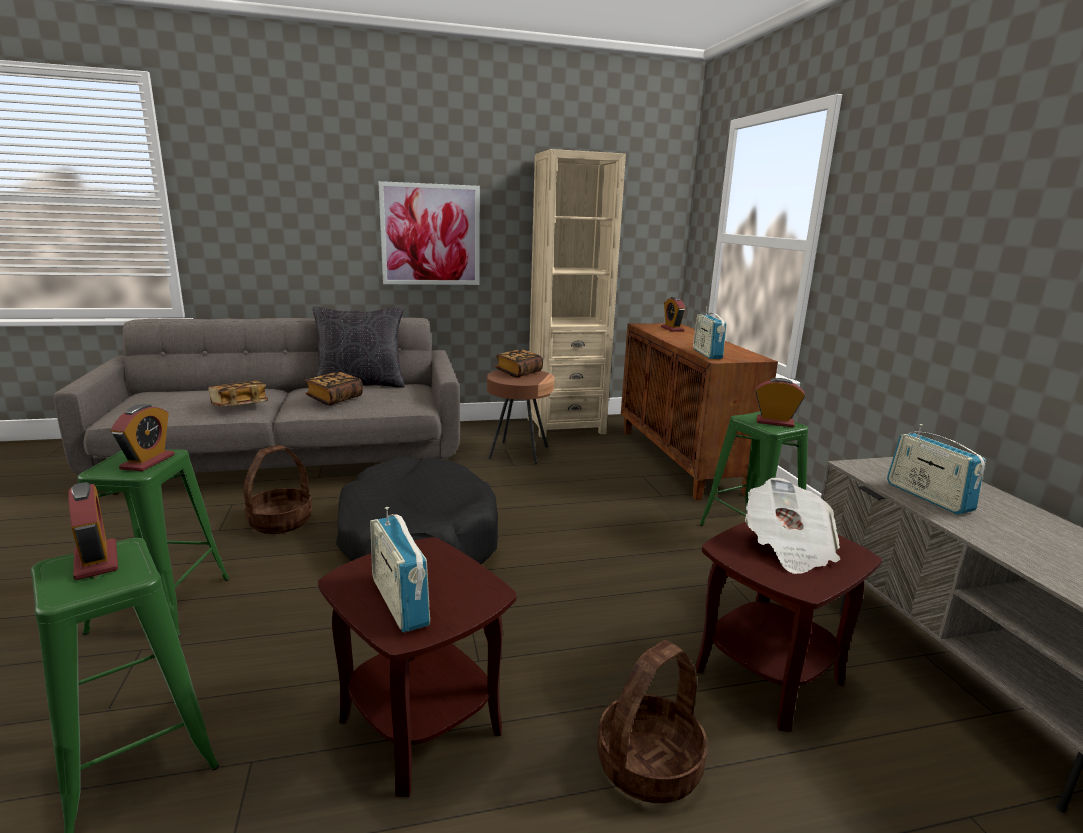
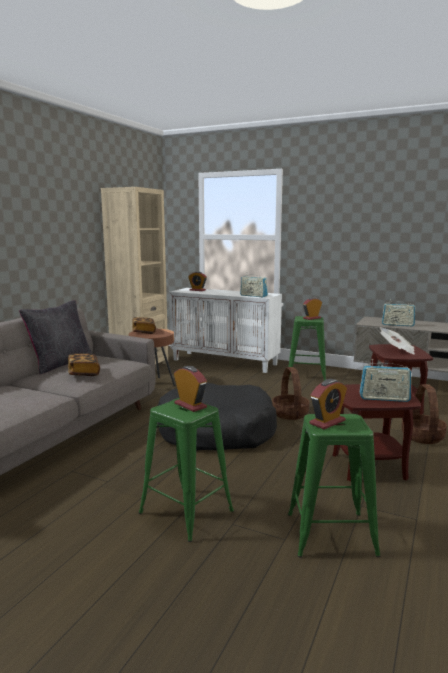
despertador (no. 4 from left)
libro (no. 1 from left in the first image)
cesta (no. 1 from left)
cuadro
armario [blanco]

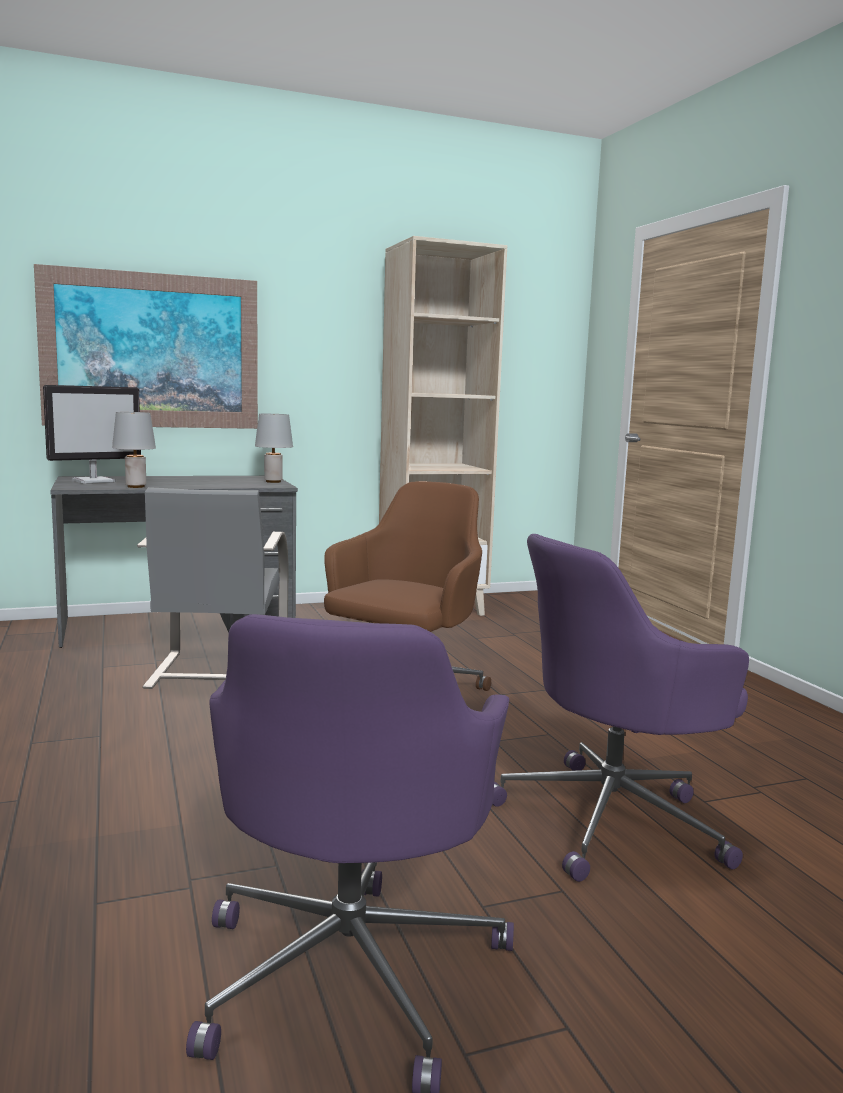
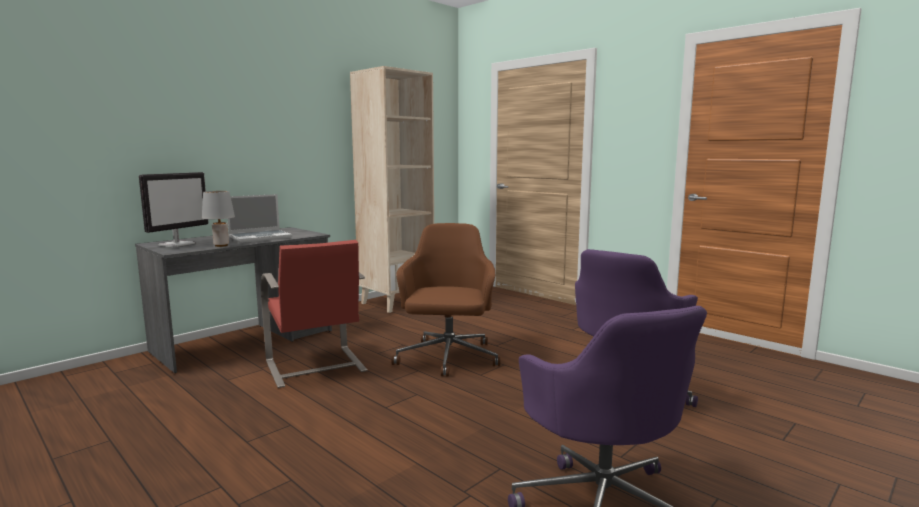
cuadro
silla [rojo]
lámpara de mesa [gris] (no. 2 from left in the first image)
portátil

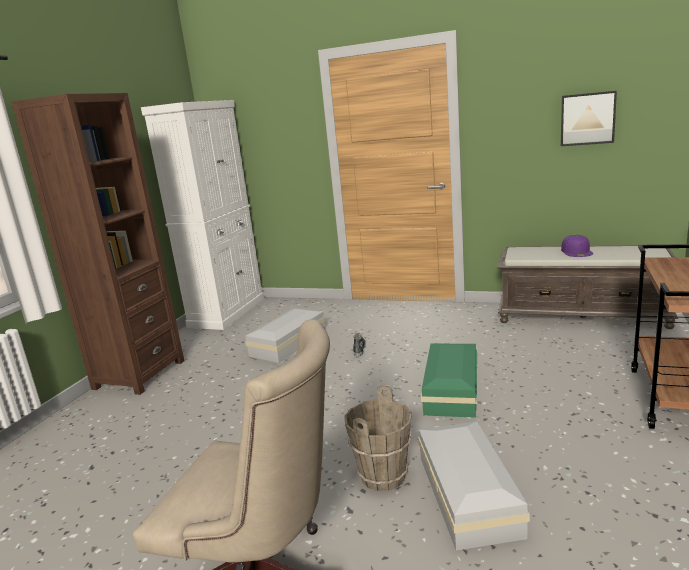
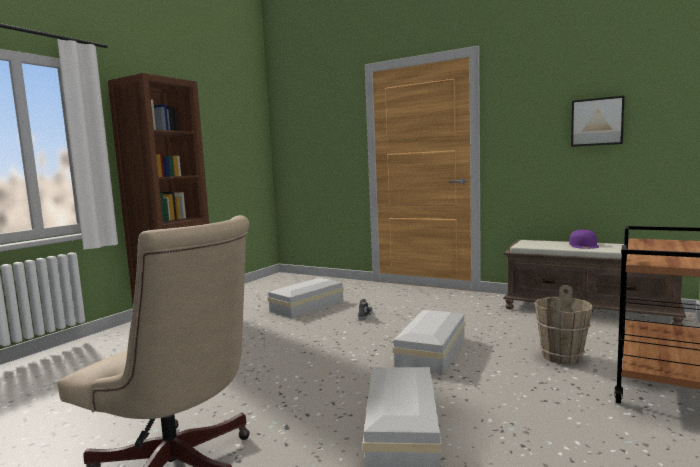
armario [blanco]
cubo [marrón]
caja de almacenaje [blanco] (no. 3 from left)

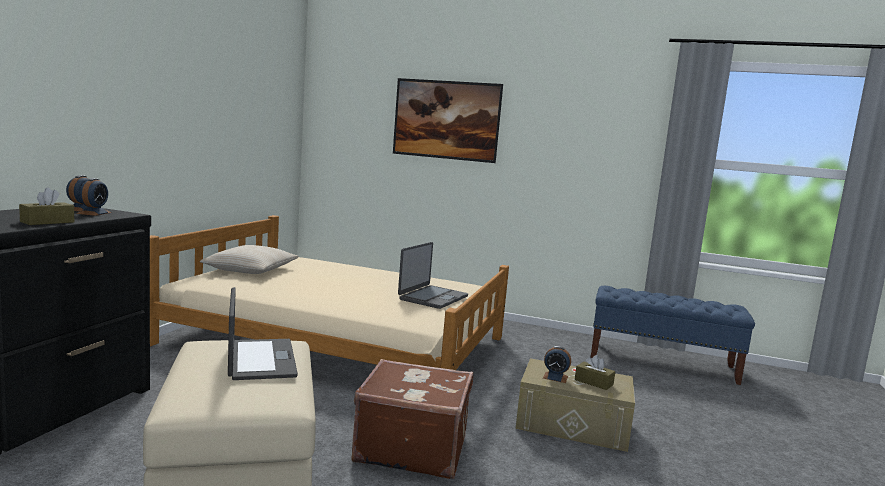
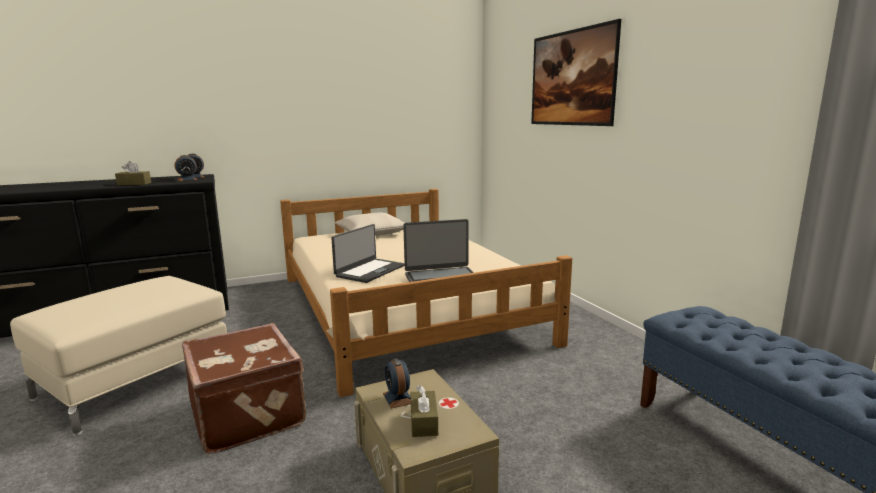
portátil (no. 1 from left)

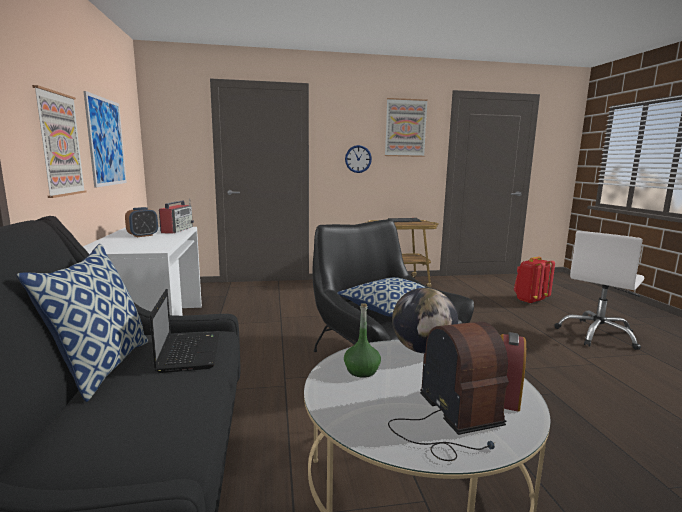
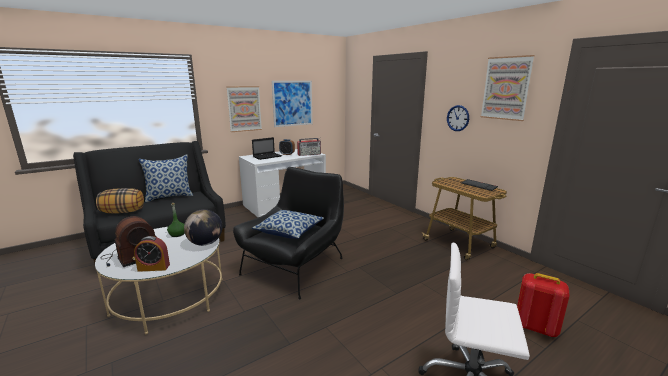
portátil
cojín (no. 1 from left)

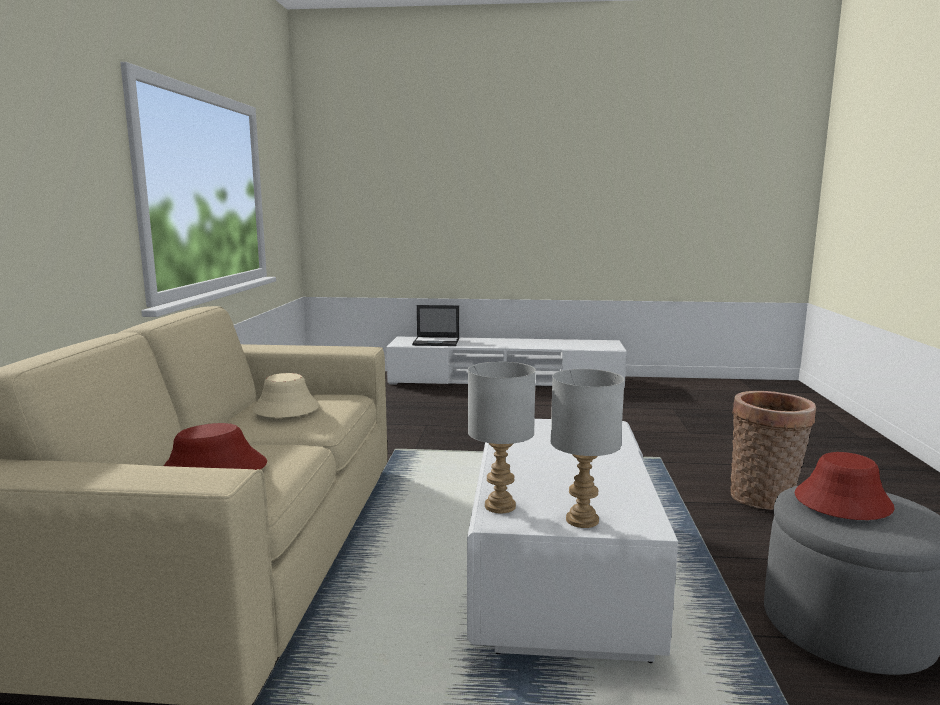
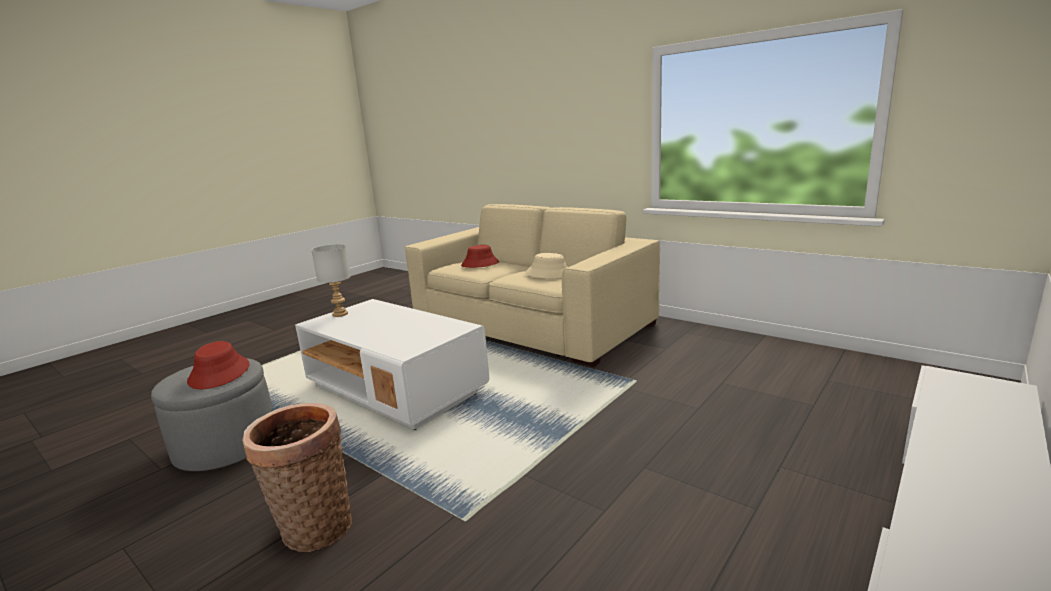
portátil
lámpara de mesa [gris] (no. 1 from left in the first image)

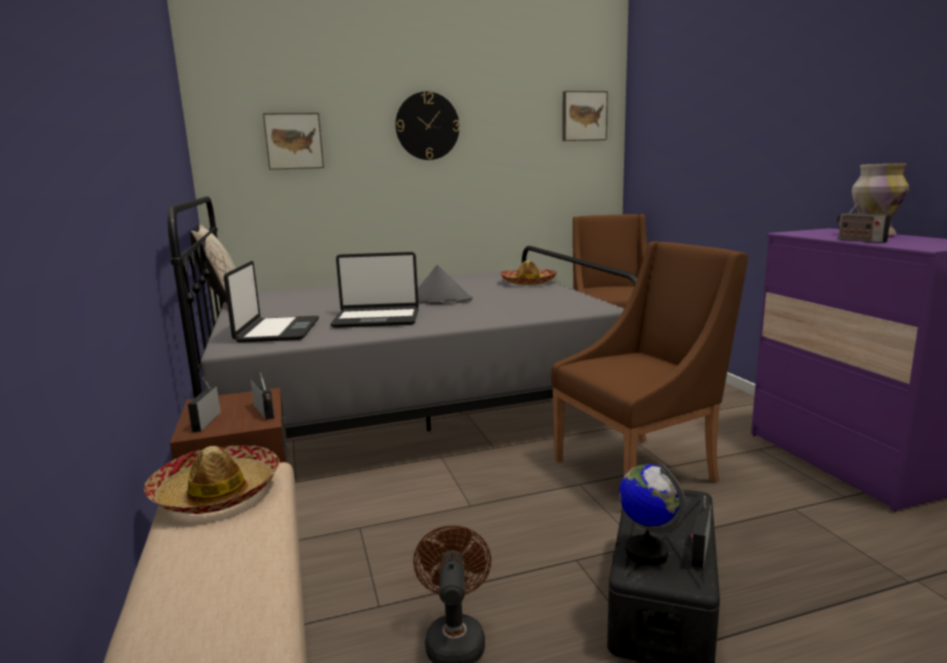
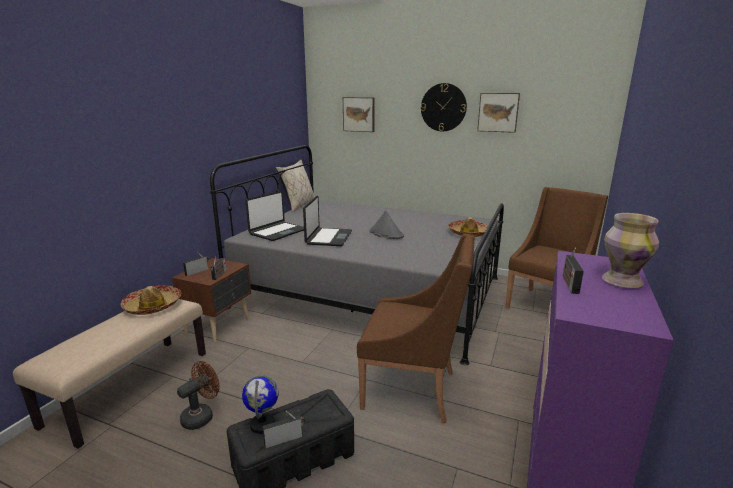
portátil (no. 2 from left)
cuadro (no. 2 from left)

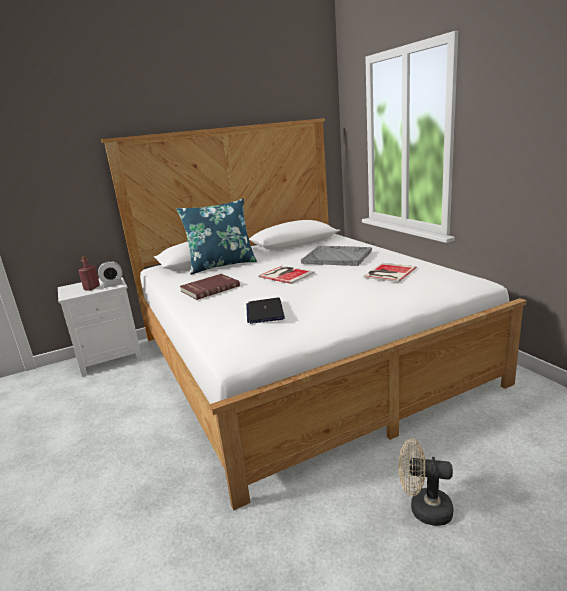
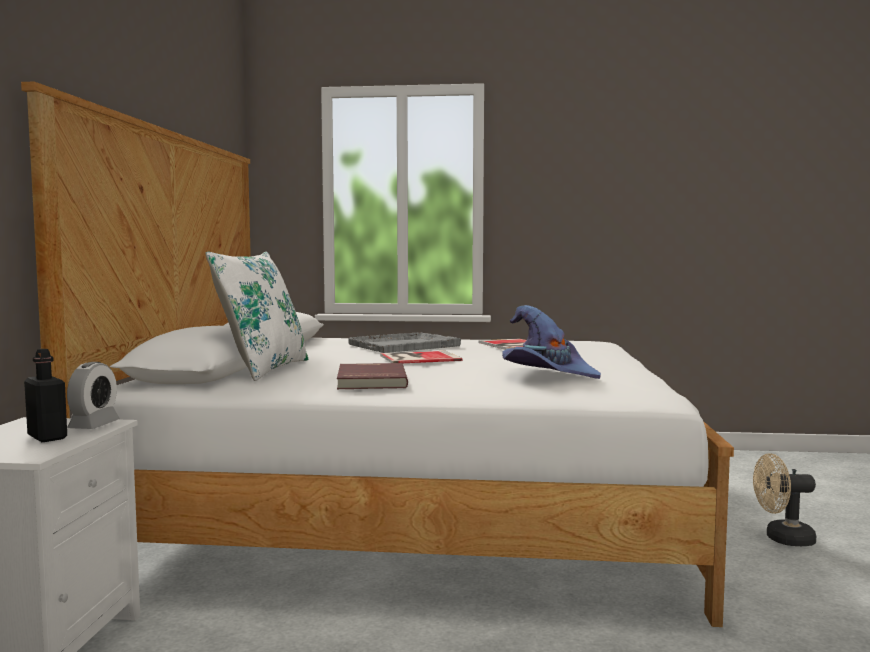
botella [negro]
cojín [blanco]
sombrero [morado]
ventilador [beis]

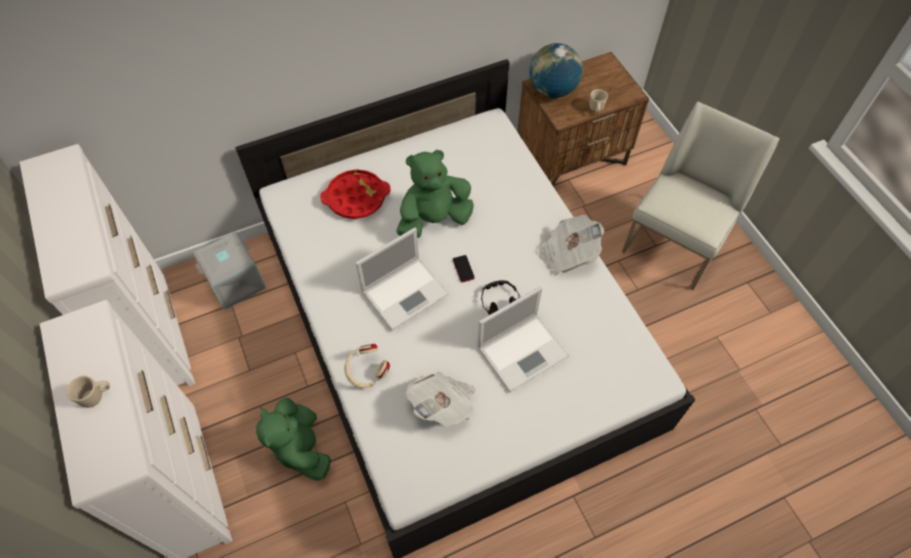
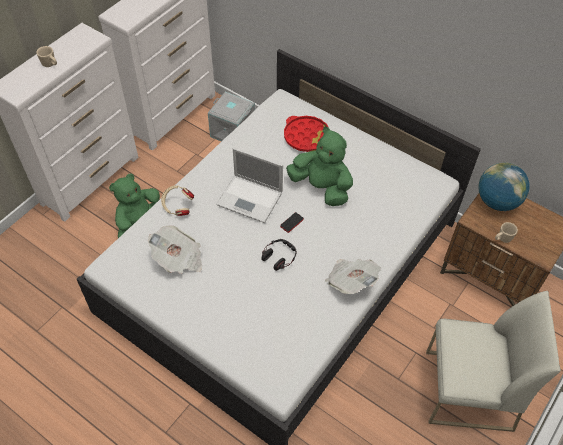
portátil (no. 2 from left in the first image)

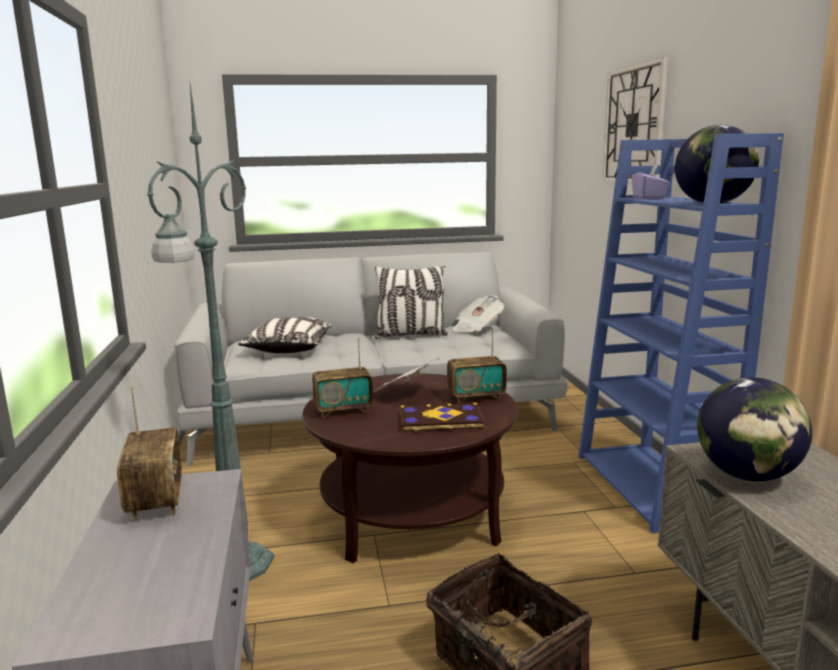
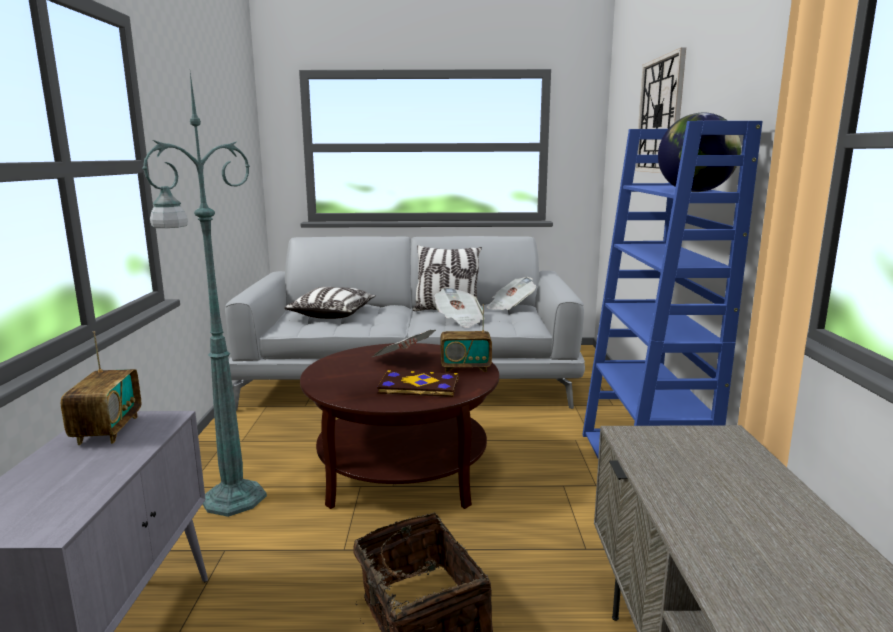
radio (no. 2 from left in the first image)
caja de pañuelos [morado]
globo terráqueo (no. 2 from left in the first image)
periódico (no. 2 from left)

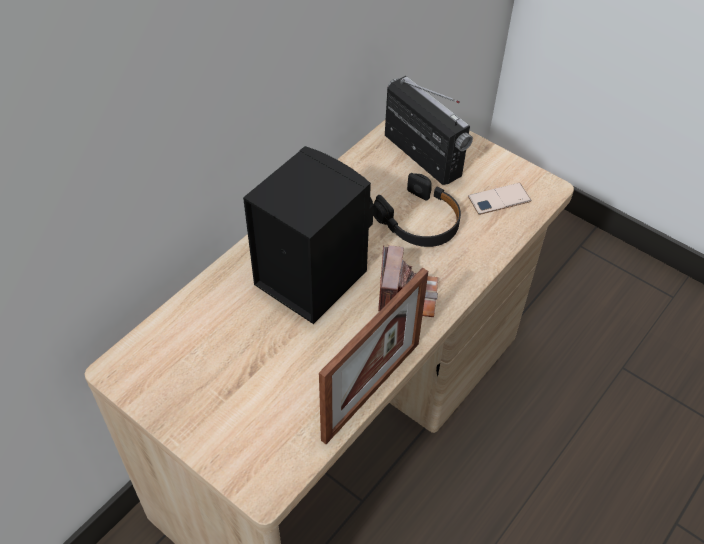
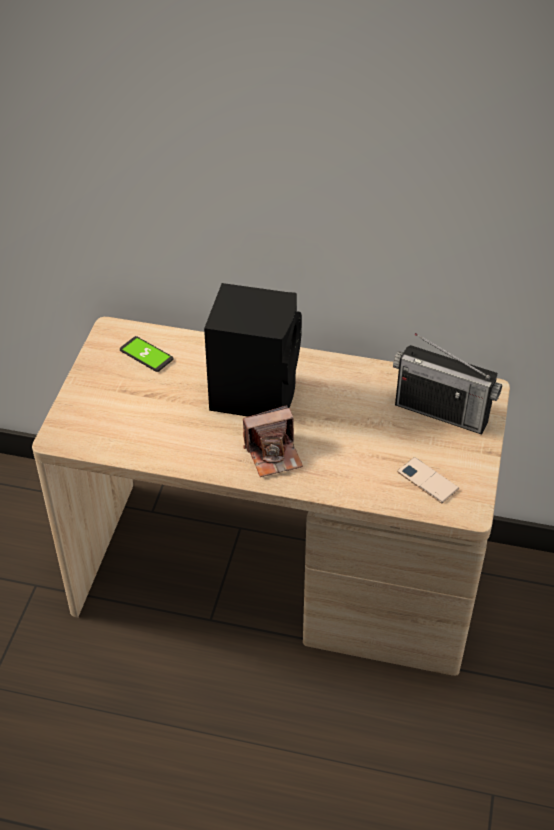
portarretratos
auriculares [negro]
radio
móvil (no. 1 from left)

